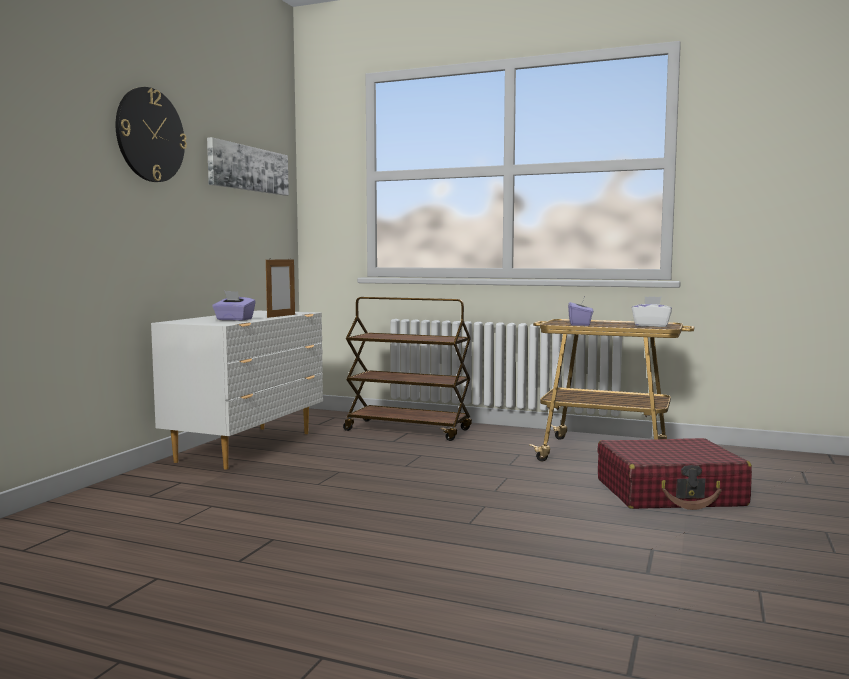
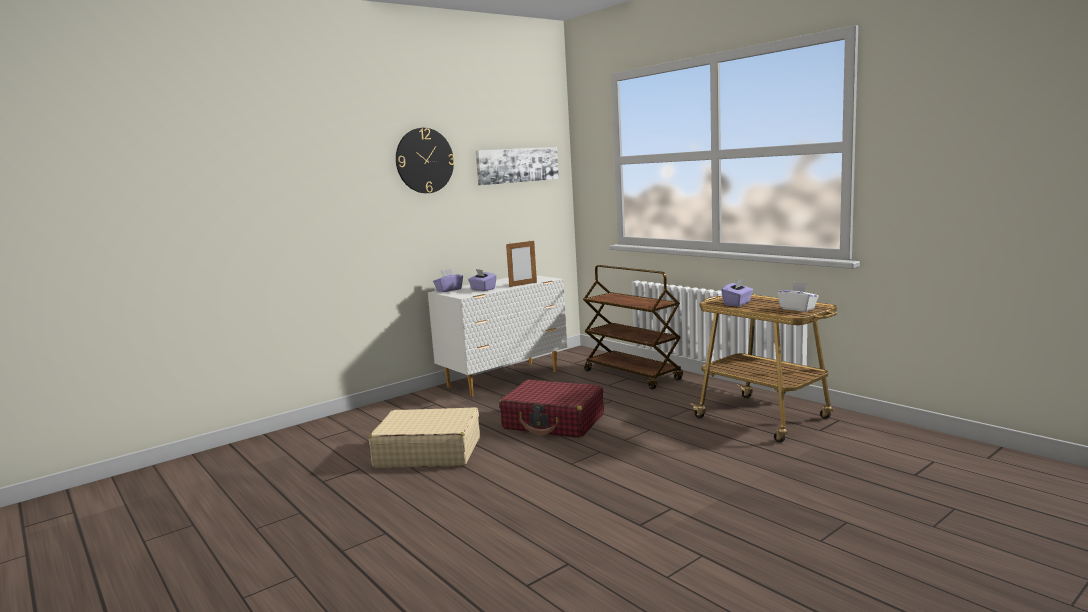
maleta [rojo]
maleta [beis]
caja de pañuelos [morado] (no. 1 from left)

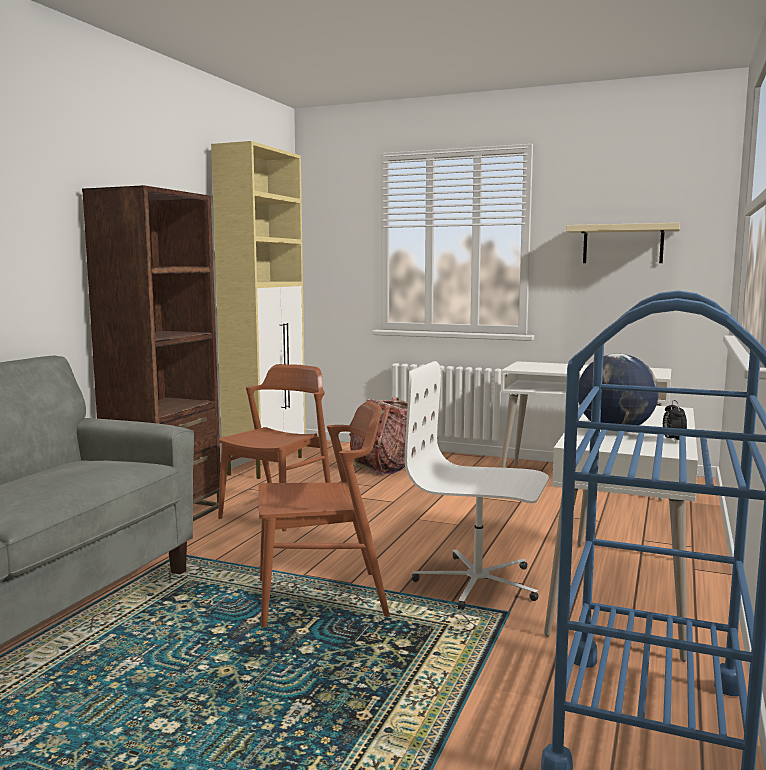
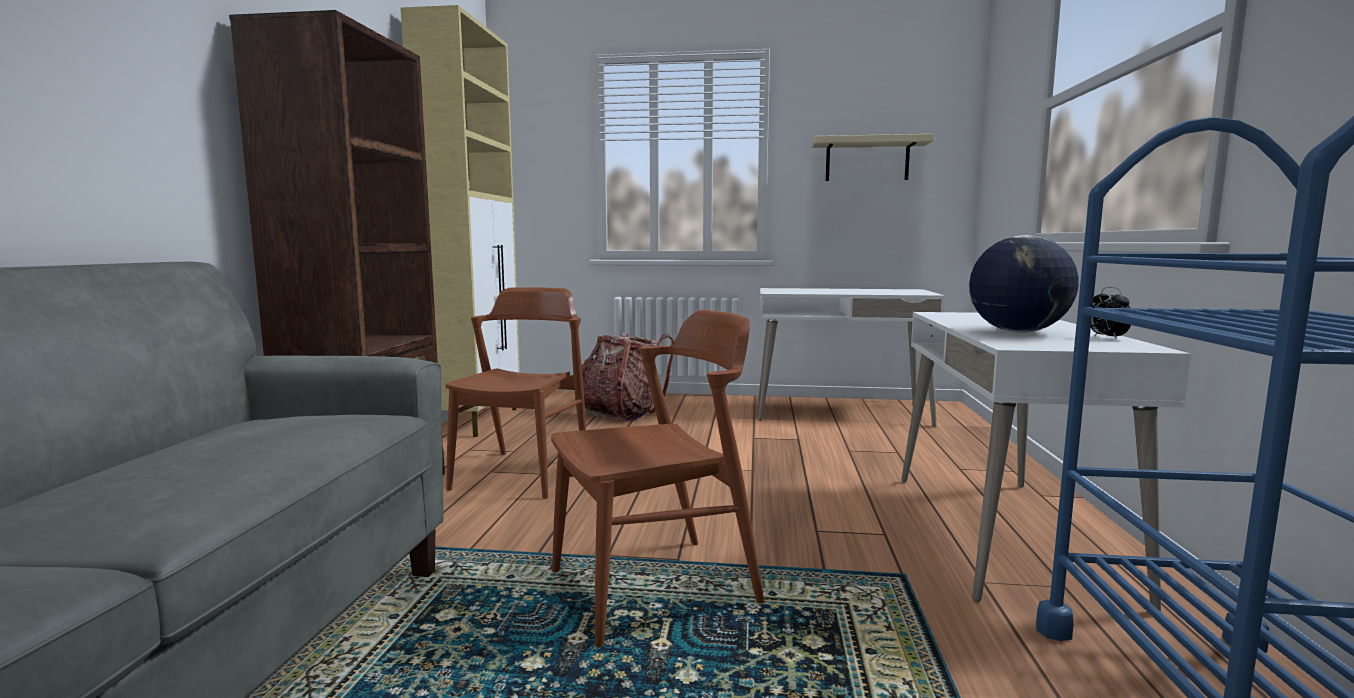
silla de oficina [blanco]

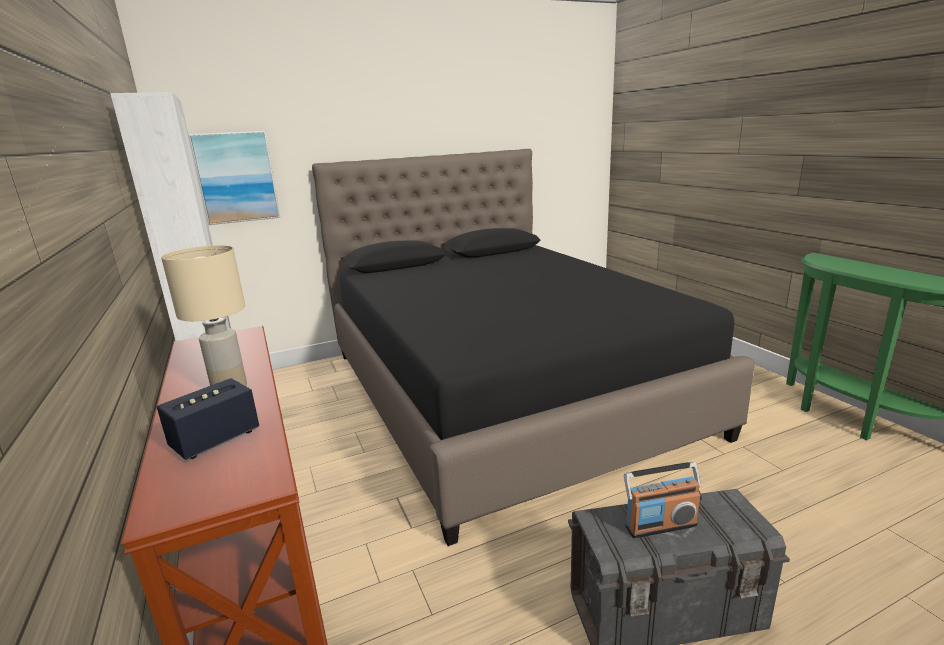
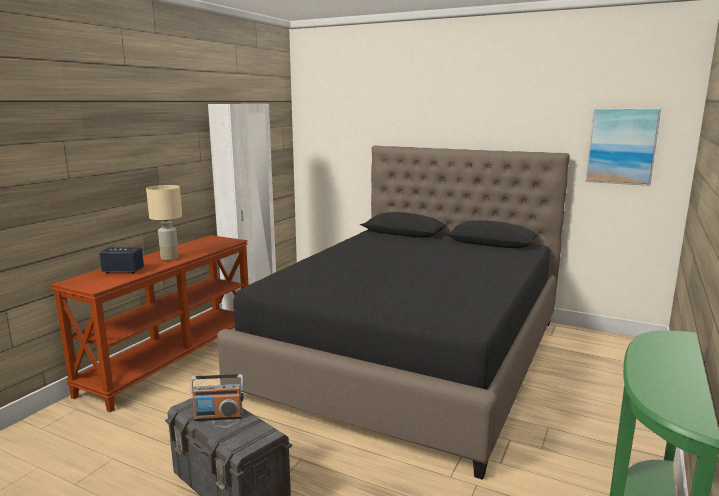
cuadro
radio

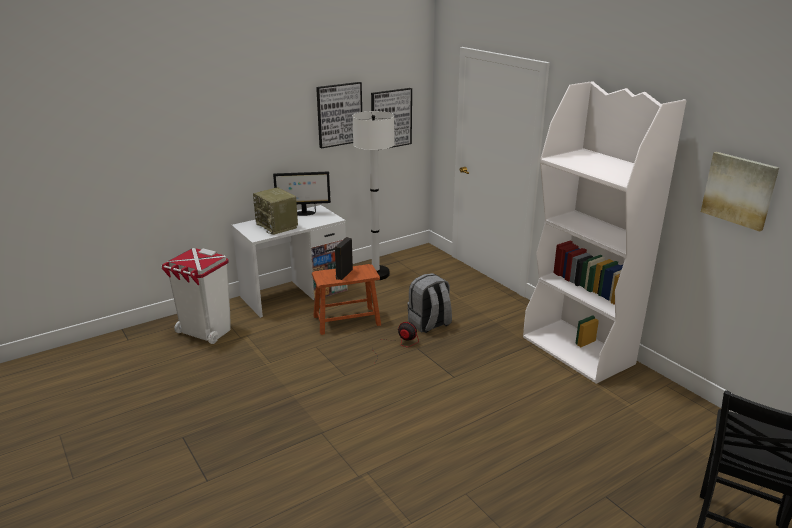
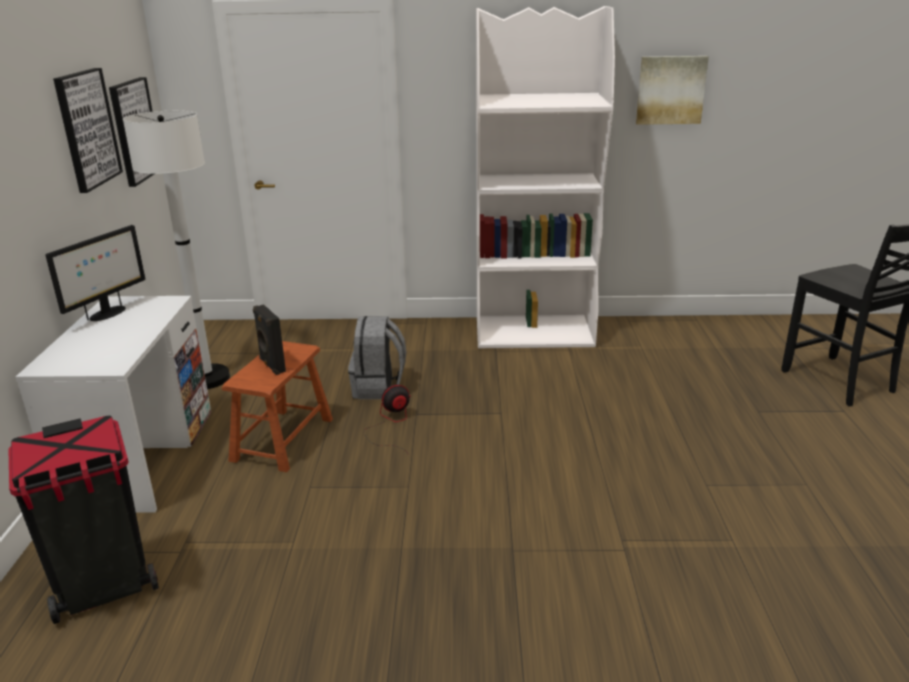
papelera [negro]
radio

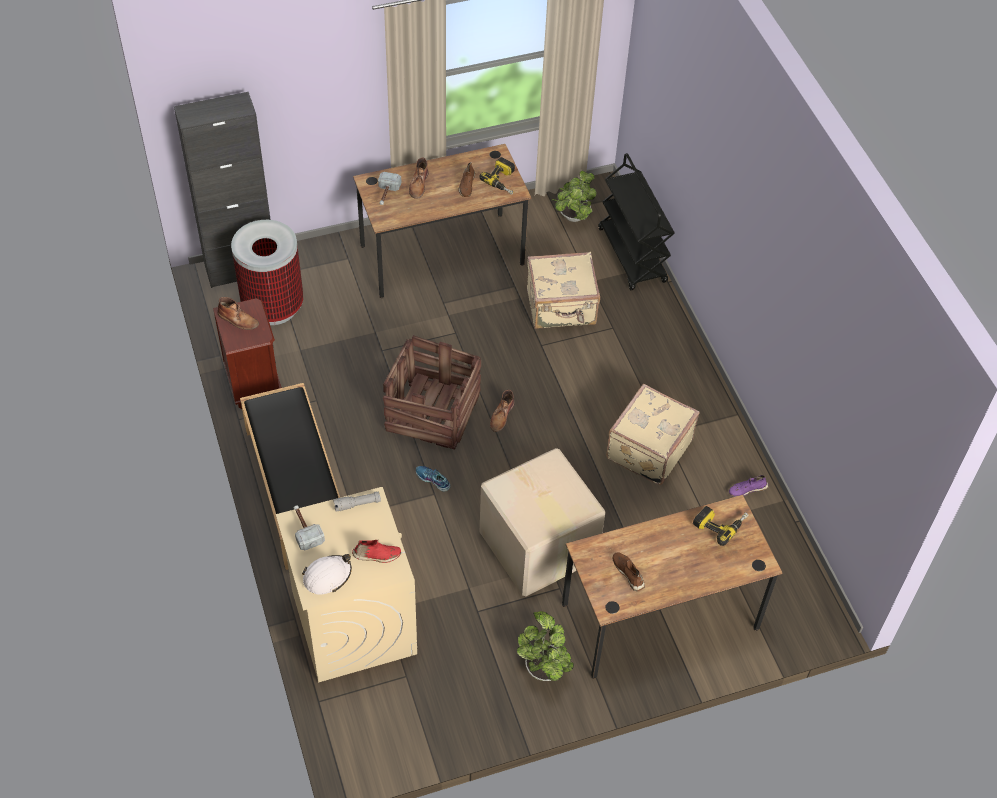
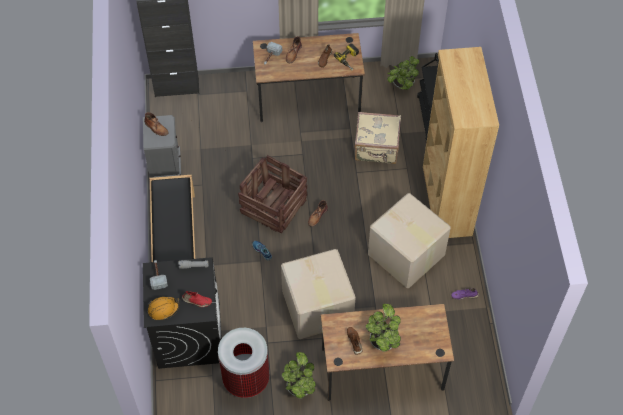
mesita de noche [gris]
papelera
lavadora [negro]
casco [naranja]
caja de cartón (no. 2 from left)
taladro (no. 2 from left in the first image)
planta en maceta (no. 2 from left)
estantería [marrón]

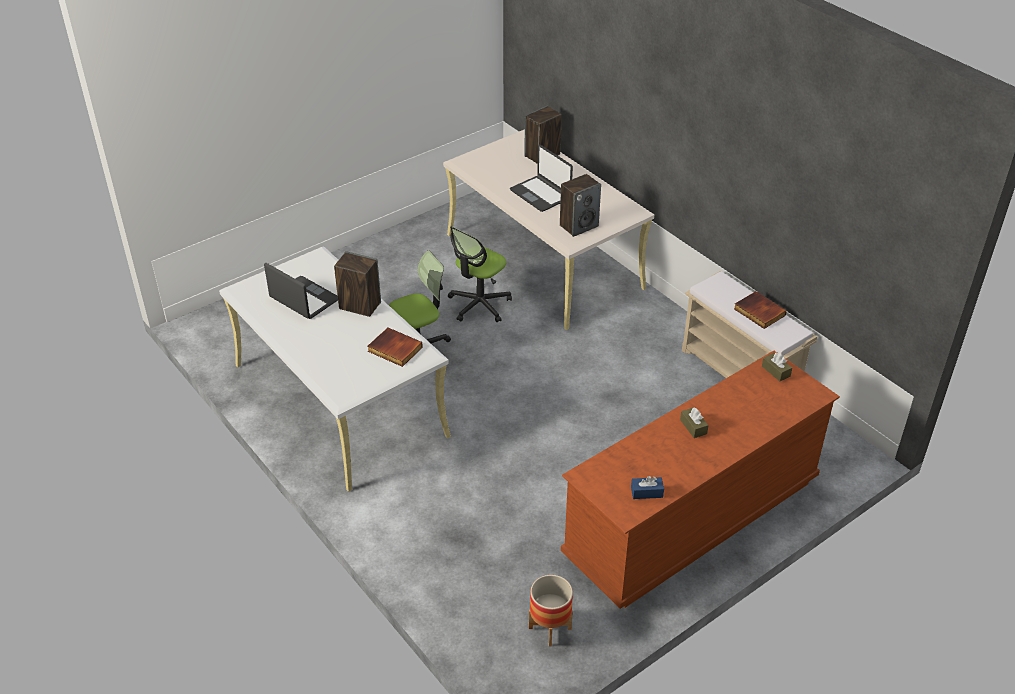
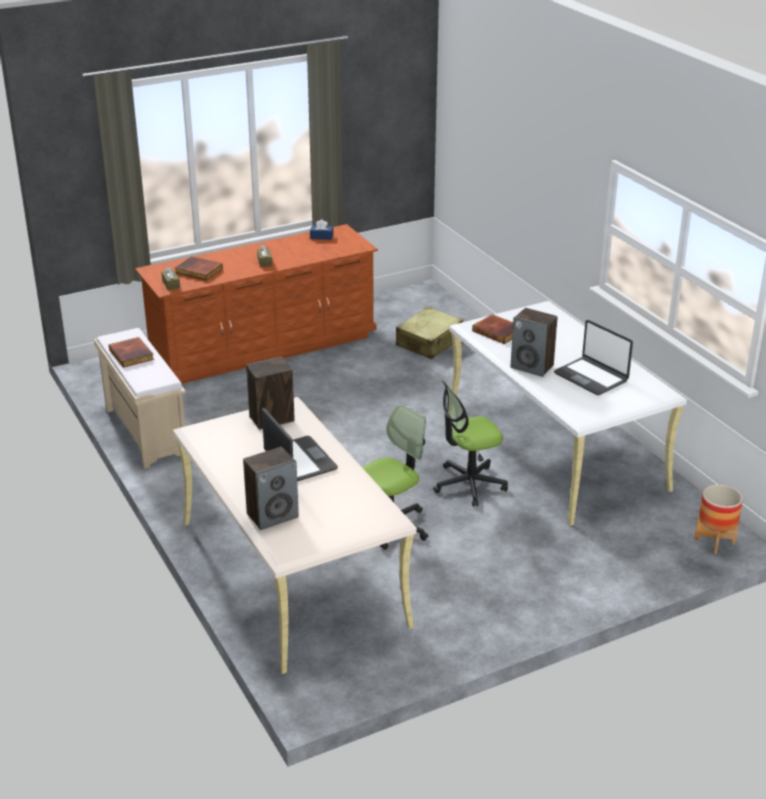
maceta
libro (no. 2 from left)
maleta [beis]

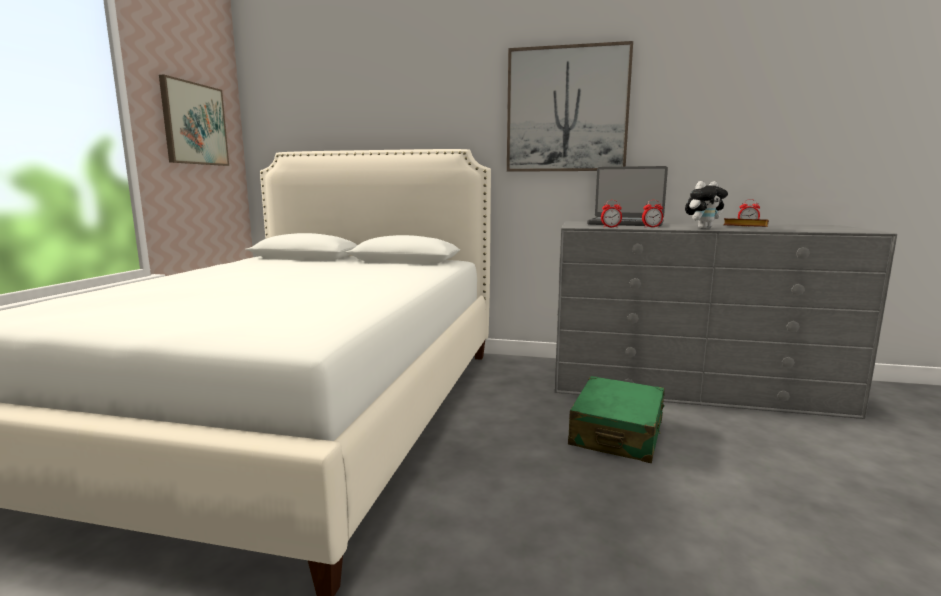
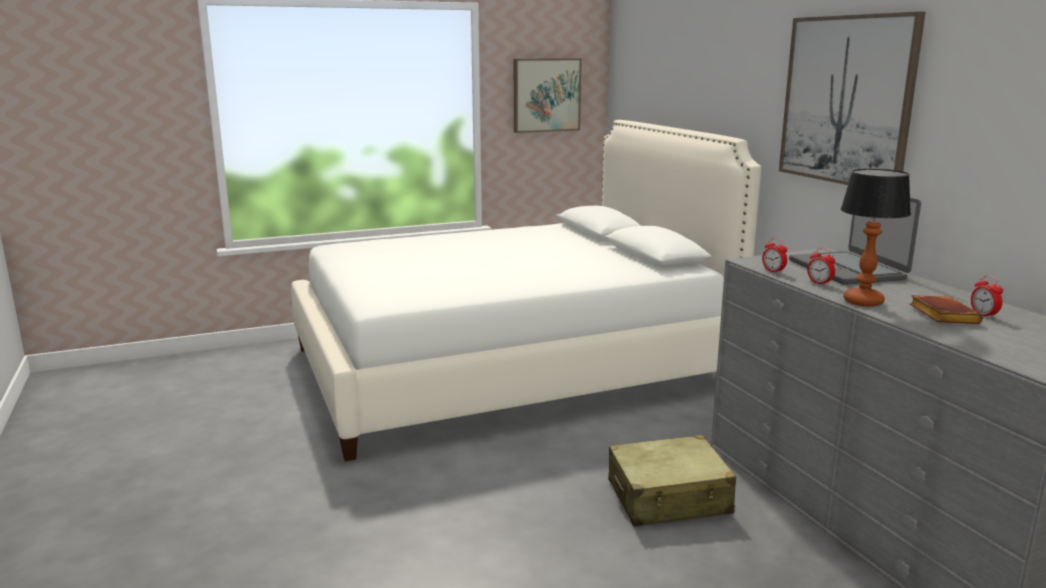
maleta [beis]
lámpara de mesa

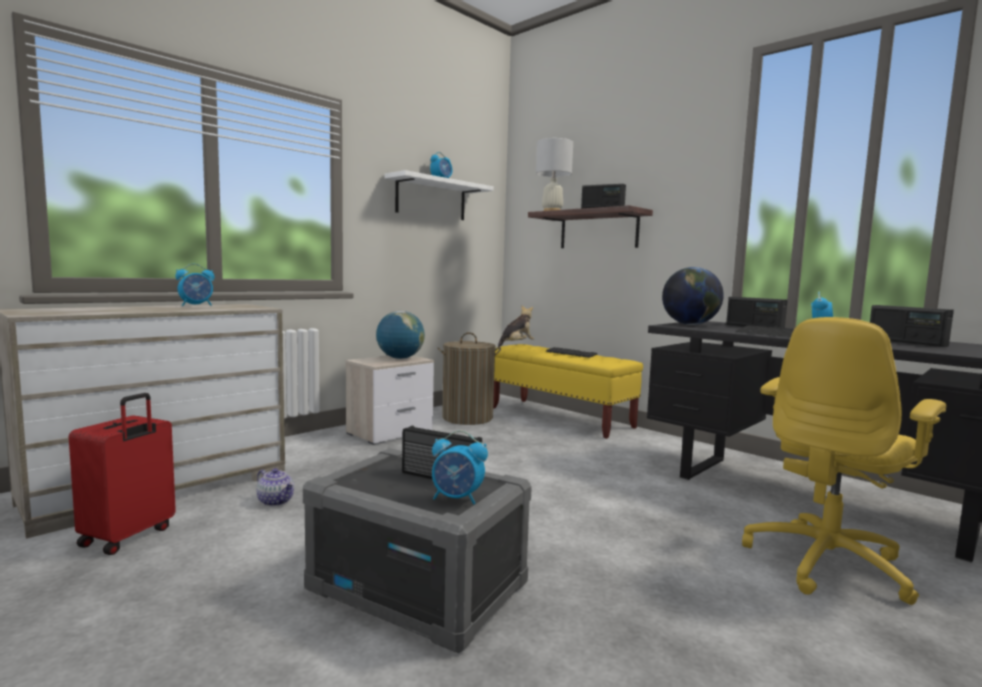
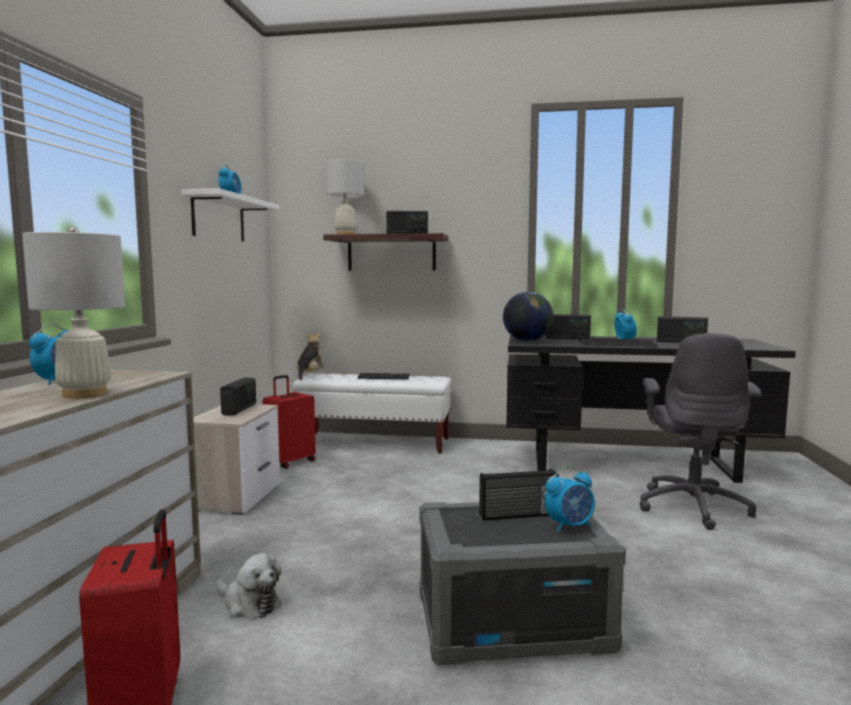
peluche (no. 1 from left)
radio (no. 1 from left)
maleta [rojo] (no. 2 from left)
banco [blanco]
silla de oficina [gris]
lámpara de mesa [blanco] (no. 1 from left)

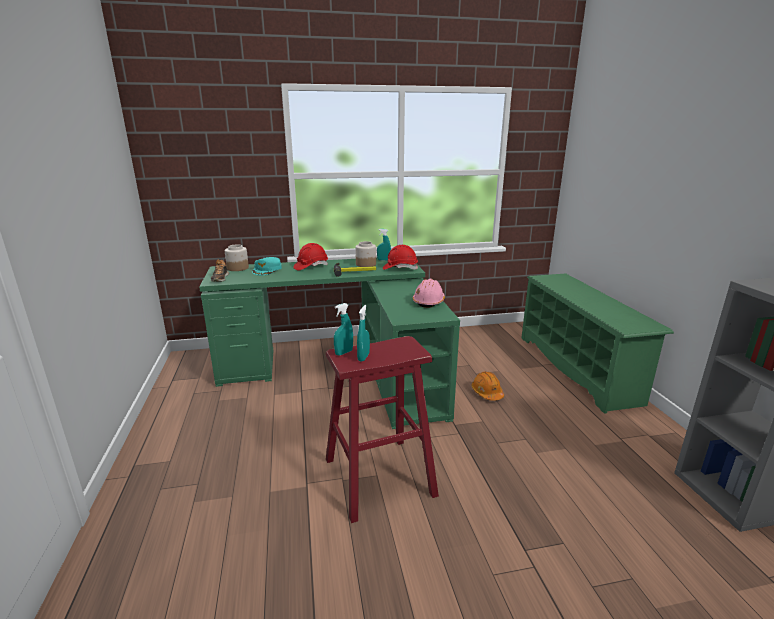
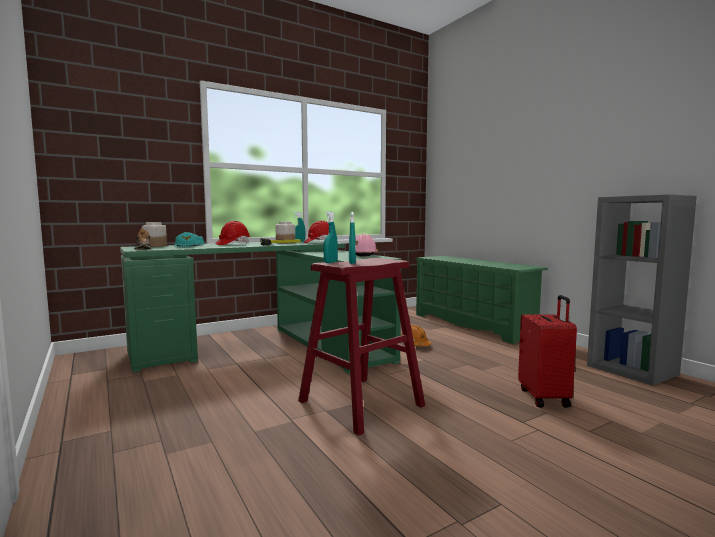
maleta [rojo]

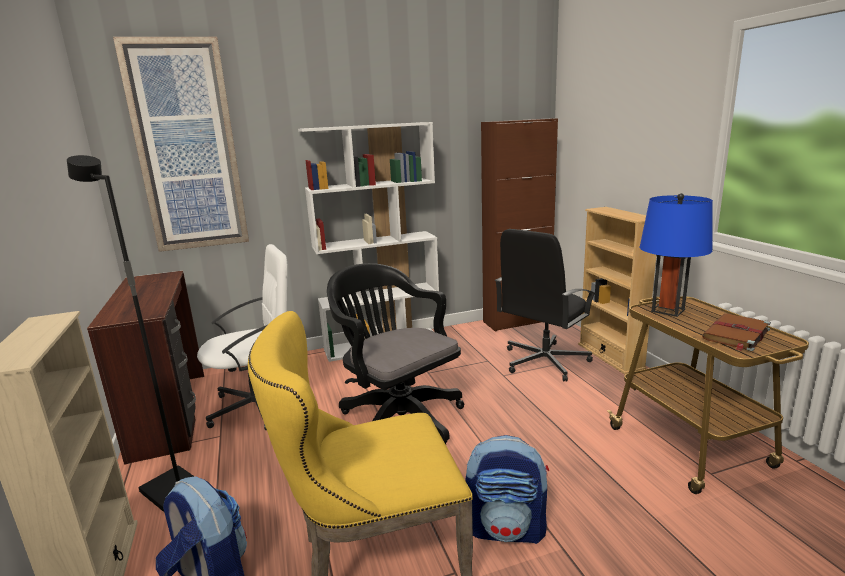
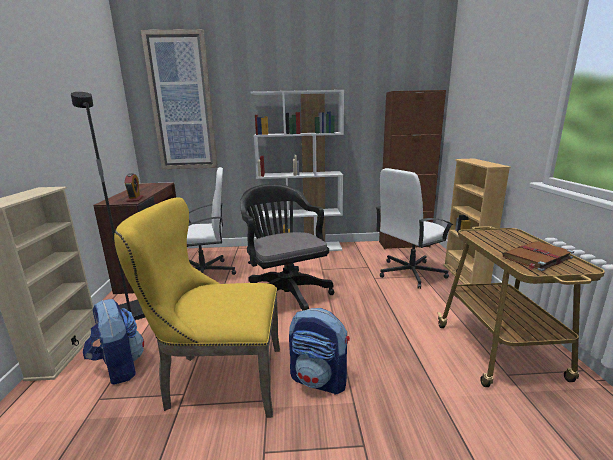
silla de oficina [blanco] (no. 2 from left)
lámpara de mesa [azul]
despertador

